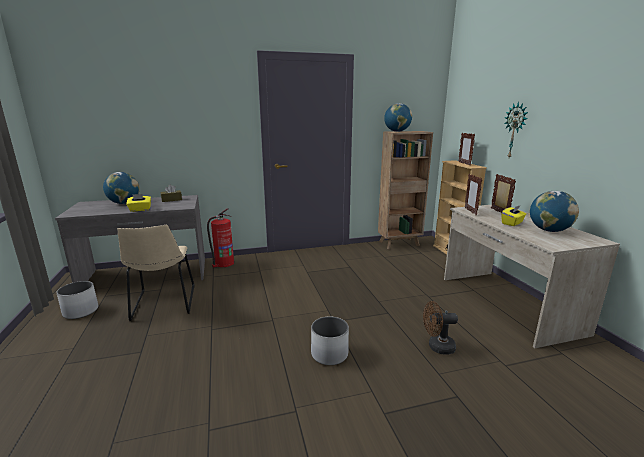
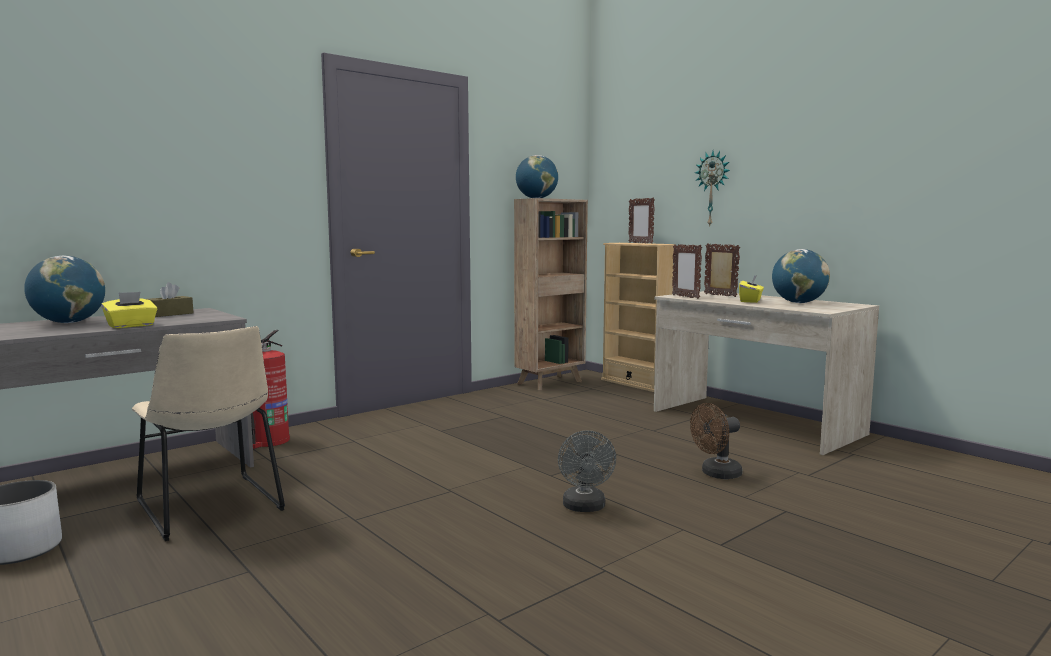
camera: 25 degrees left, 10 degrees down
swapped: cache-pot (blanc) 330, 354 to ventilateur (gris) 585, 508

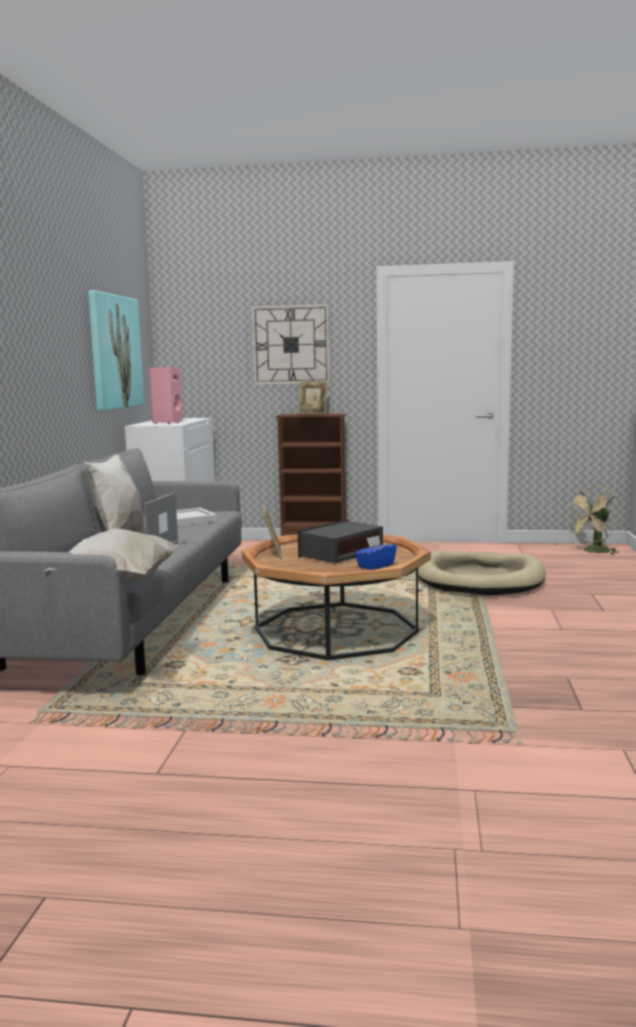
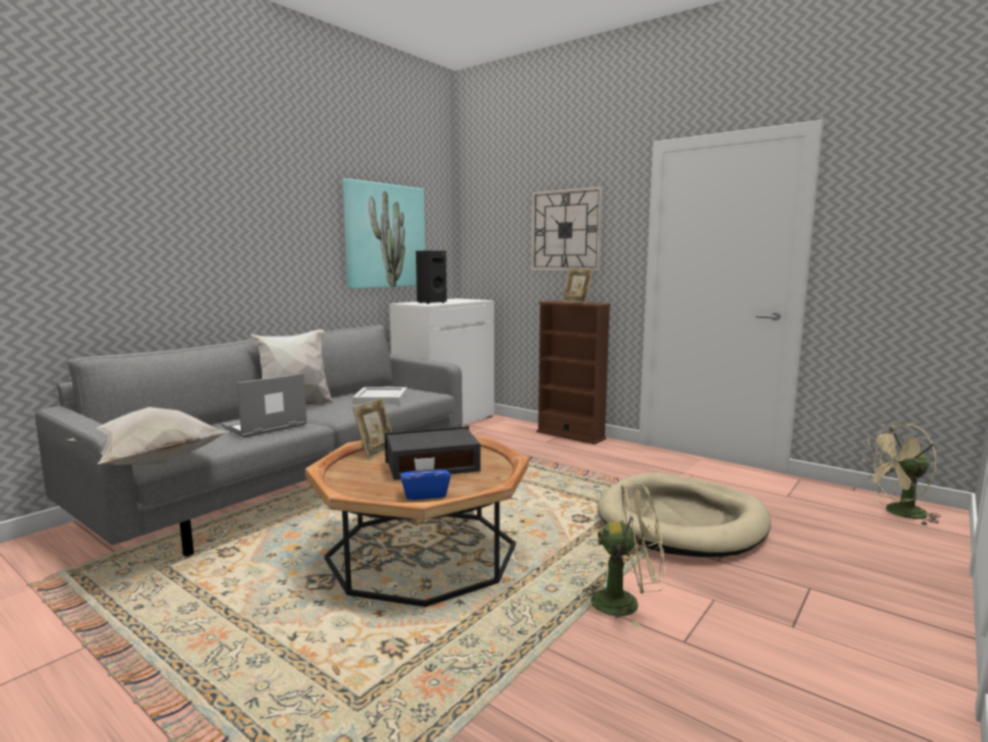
camera: 30 degrees right, 0 degrees up
new: ventilateur (beige) 625, 603
repainted: enceinte (rose) 166, 423 to enceinte (noir) 431, 303

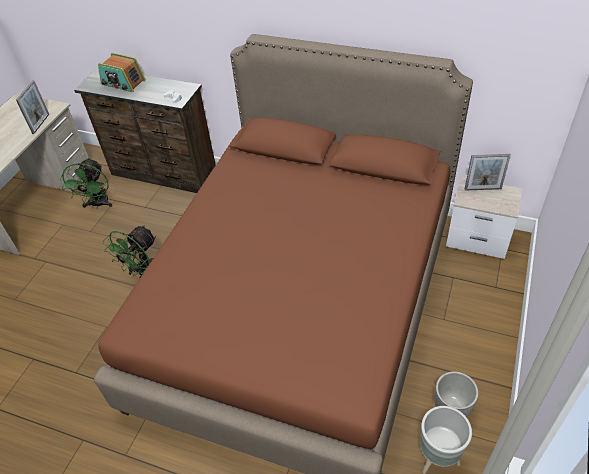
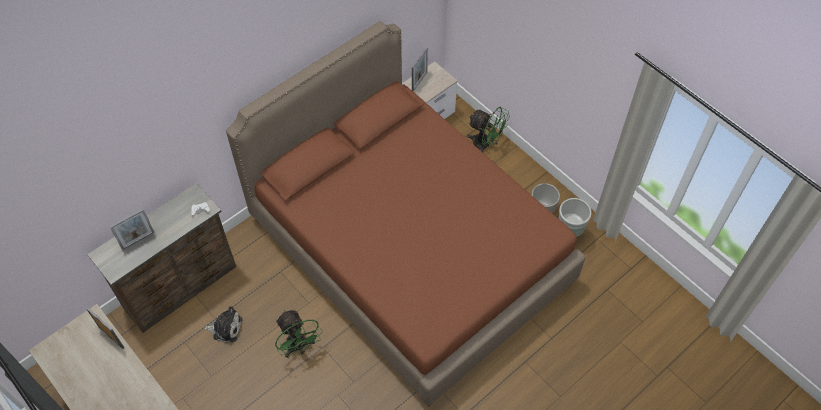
camera: 65 degrees left, 10 degrees up
new: peluche 225, 328
shifted: ventilateur (vert) 98, 204 to 485, 145
swapped: radio 123, 83 to cadre photo 138, 240

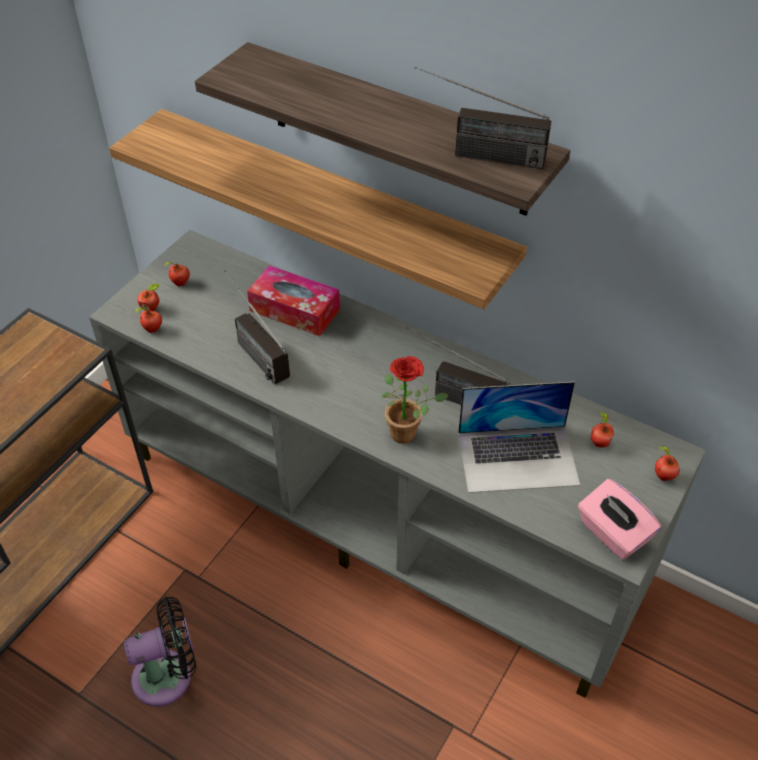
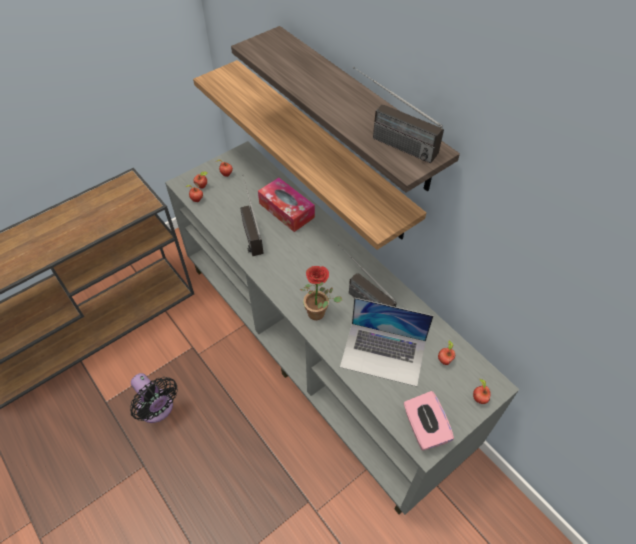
camera: 20 degrees right, 5 degrees up
rotated: ventilateur (noir) 168, 676 = 157, 409 45 degrees clockwise

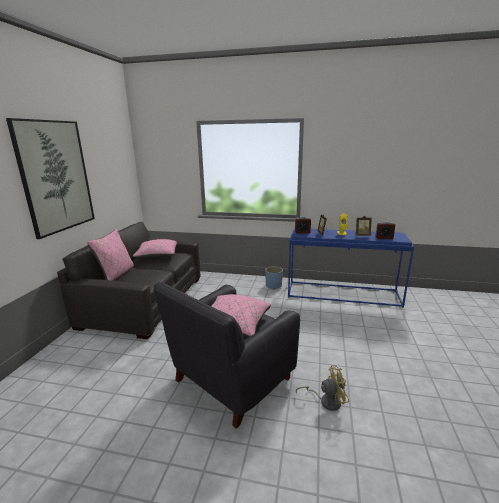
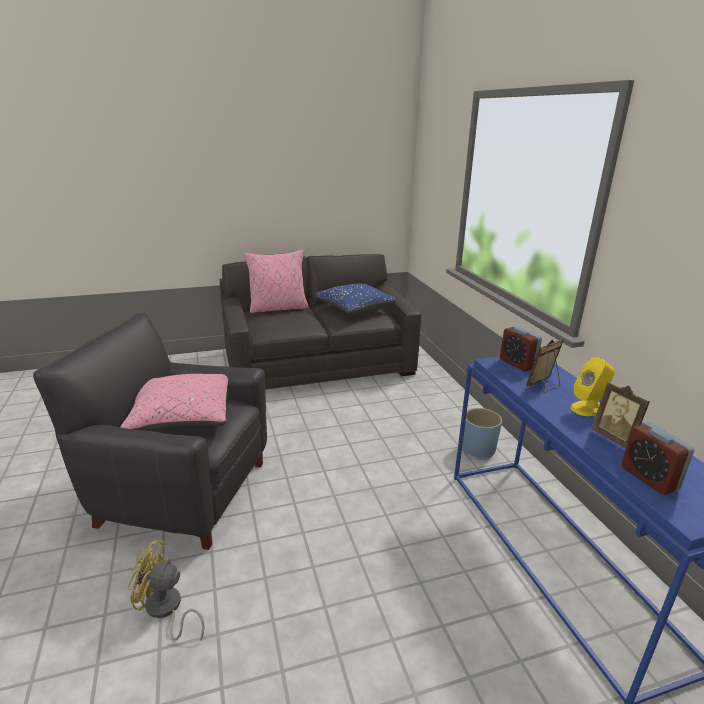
camera: 60 degrees right, 5 degrees up
gone: tableau 56, 177
repainted: coussin (rose) 157, 256 to coussin (bleu) 354, 309
rotated: ventilateur (jaune) 326, 401 = 166, 610 135 degrees clockwise

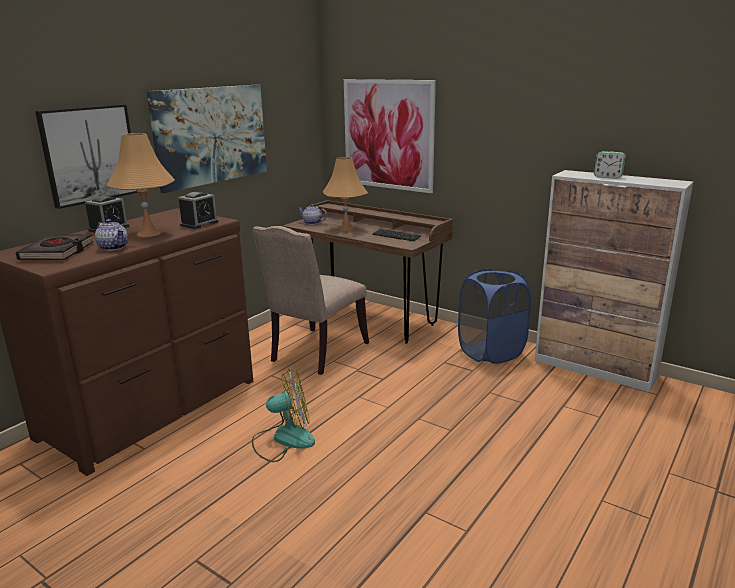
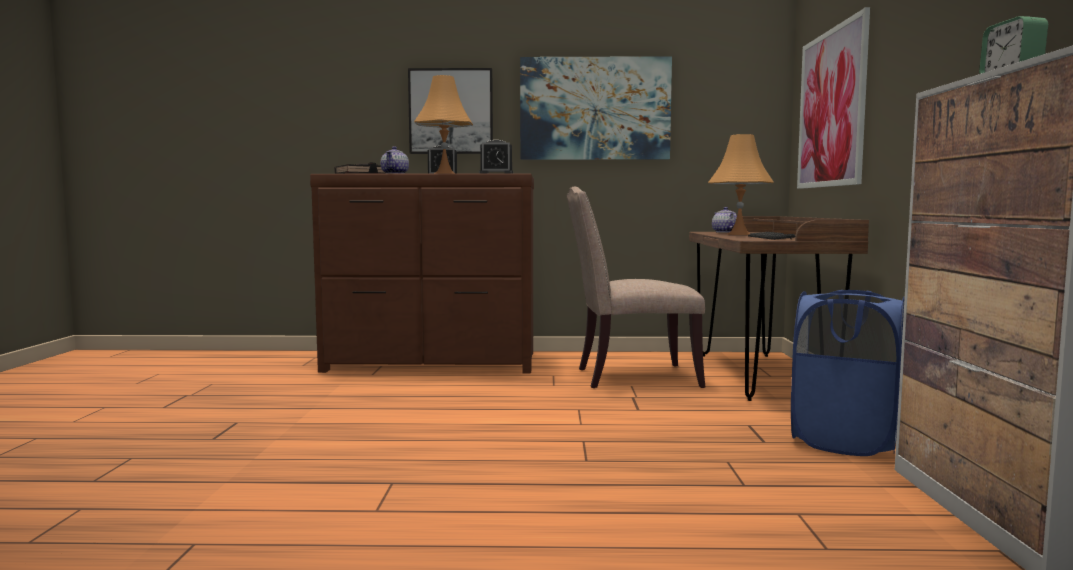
camera: 55 degrees right, 15 degrees down
gone: ventilateur 283, 439

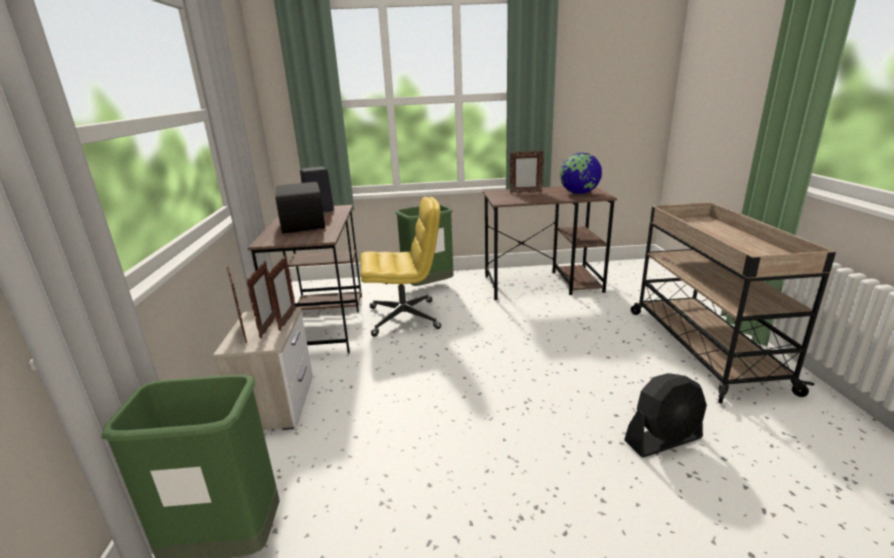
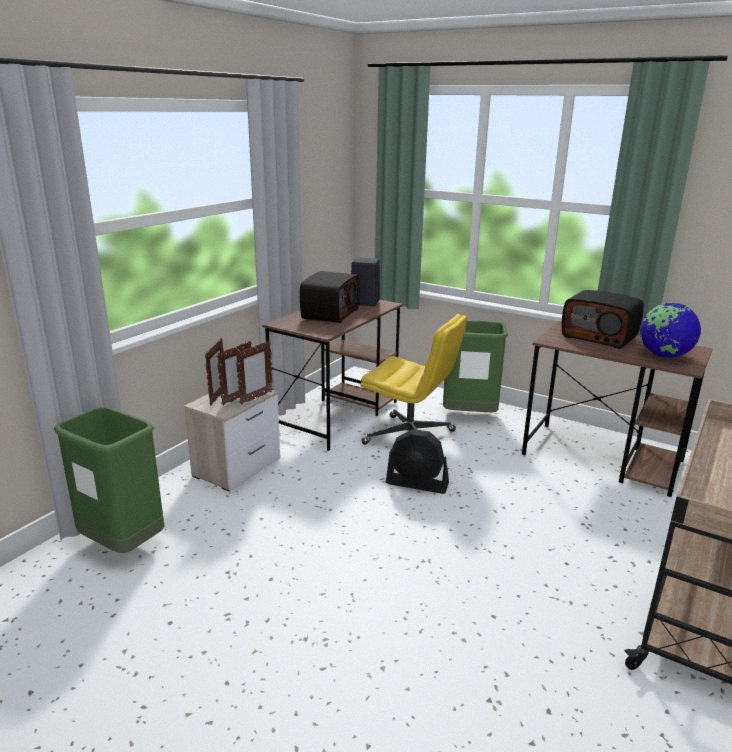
camera: 35 degrees right, 0 degrees up
shifted: ventilateur (noir) 663, 440 to 417, 484
swapped: cadre photo 525, 193 to radio 599, 337

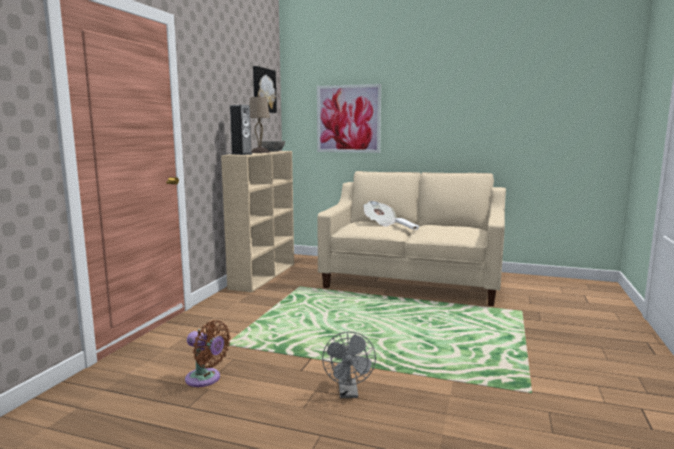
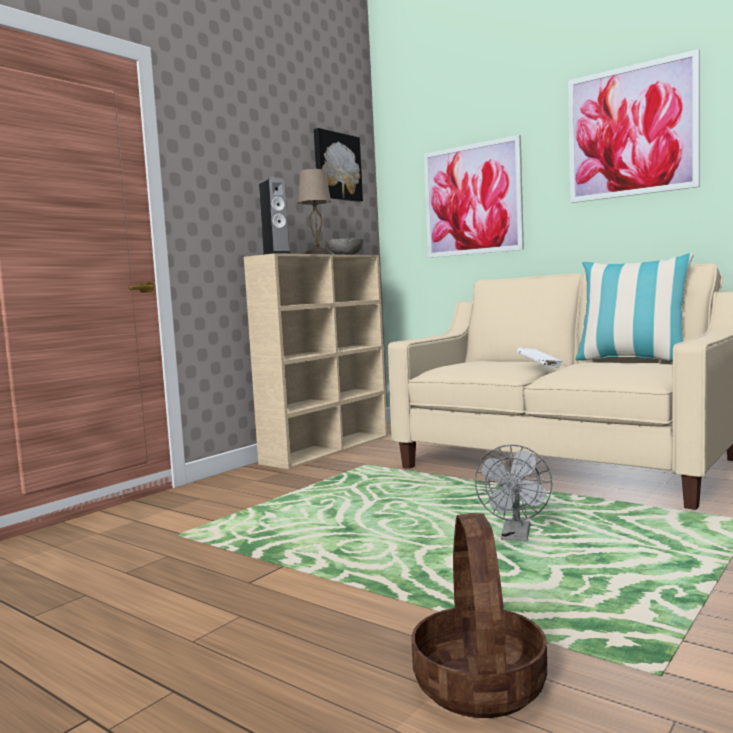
camera: 20 degrees right, 5 degrees down
gone: journal 380, 223; ventilateur (marron) 206, 379
new: tableau 631, 131; coussin 633, 361; panier 481, 685
shifted: ventilateur (gris) 349, 393 to 516, 537

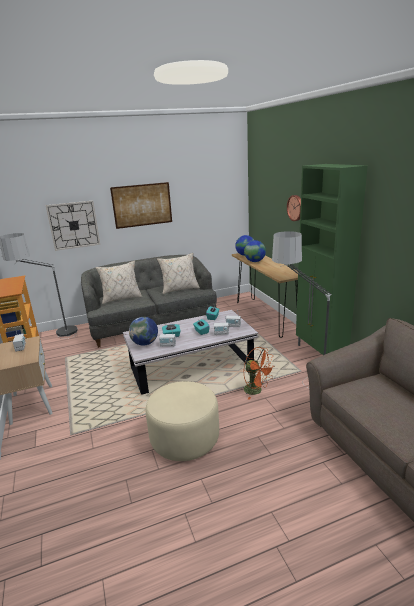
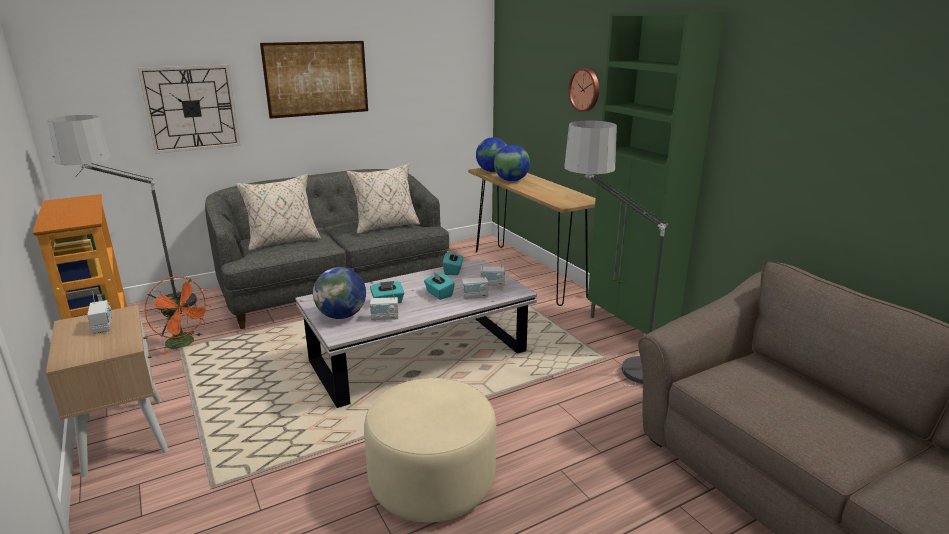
camera: 10 degrees left, 0 degrees up
shifted: ventilateur (orange) 256, 391 to 184, 344

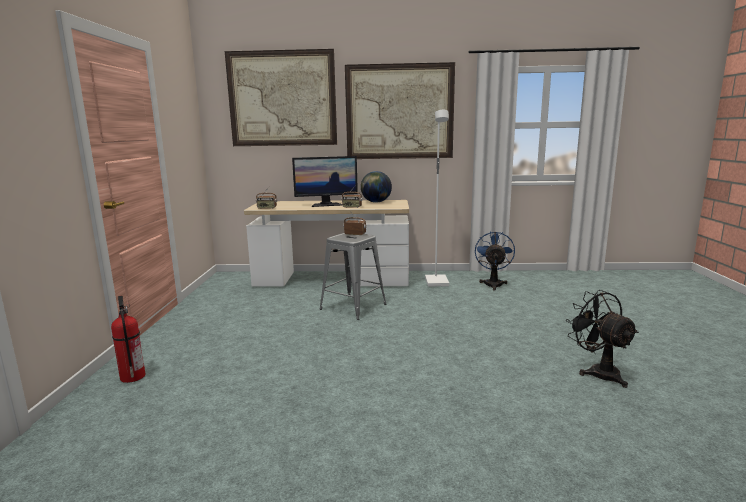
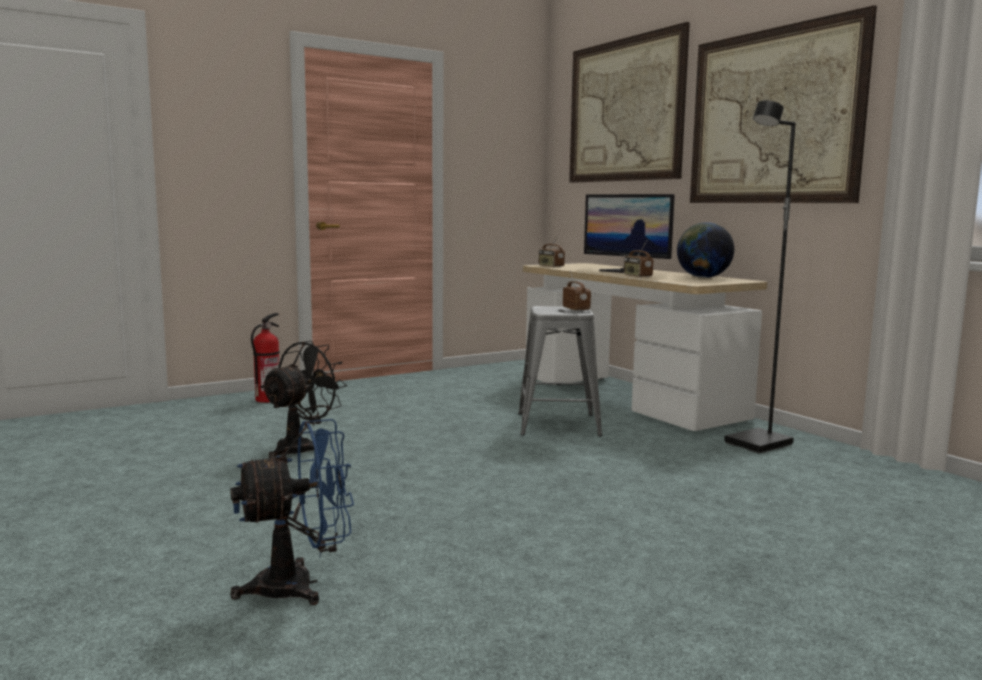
camera: 55 degrees right, 5 degrees down
shifted: ventilateur (bleu) 493, 283 to 300, 585; ventilateur (noir) 598, 372 to 302, 448
repainted: lampadaire (blanc) 437, 282 to lampadaire (noir) 759, 444

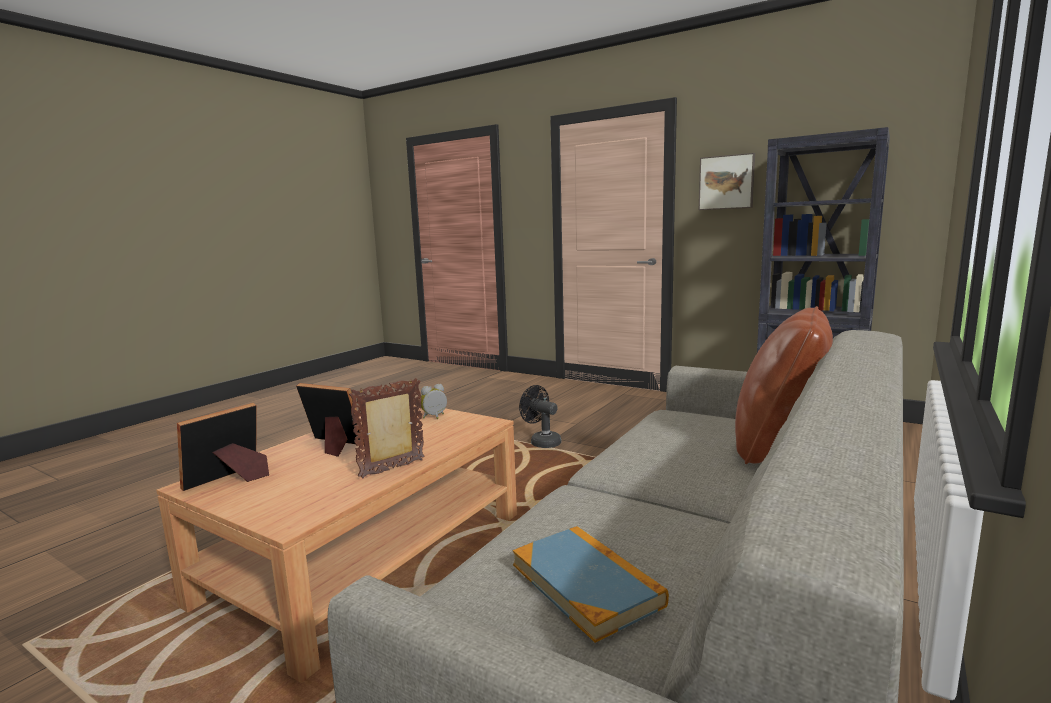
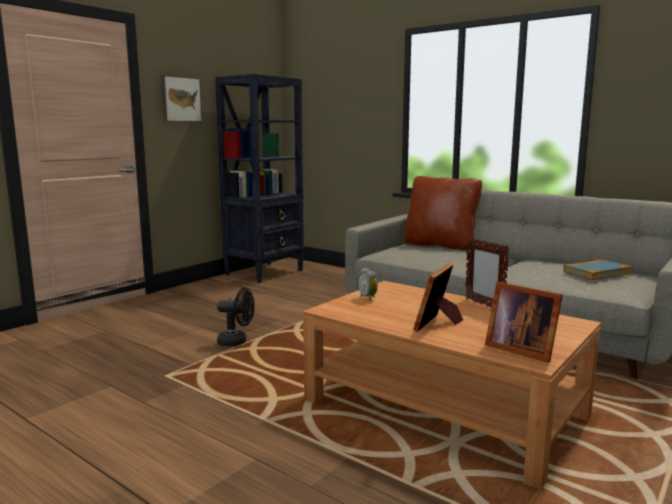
camera: 85 degrees left, 0 degrees up
rotated: ventilateur (noir) 541, 442 = 237, 342 135 degrees counterclockwise

